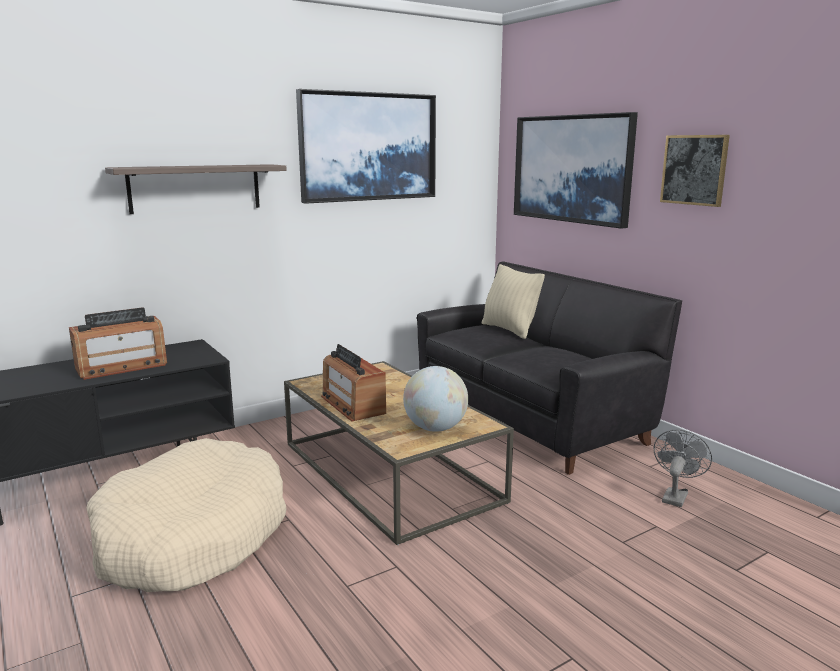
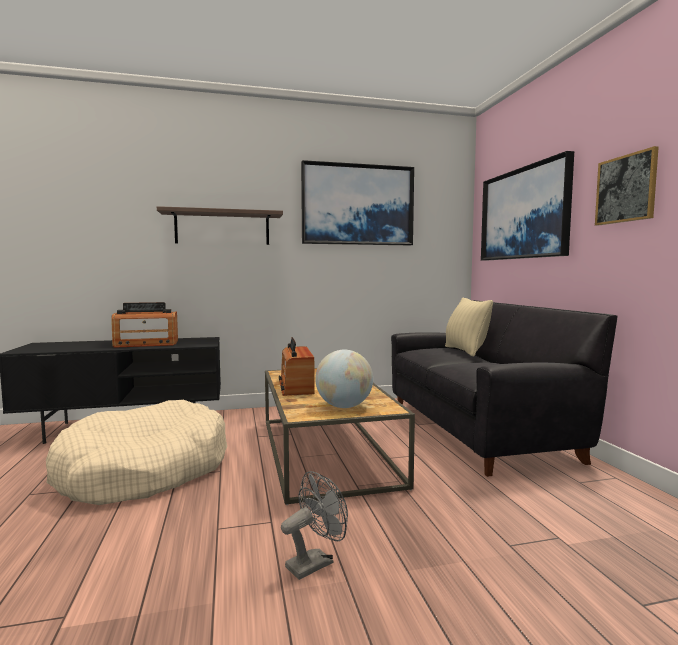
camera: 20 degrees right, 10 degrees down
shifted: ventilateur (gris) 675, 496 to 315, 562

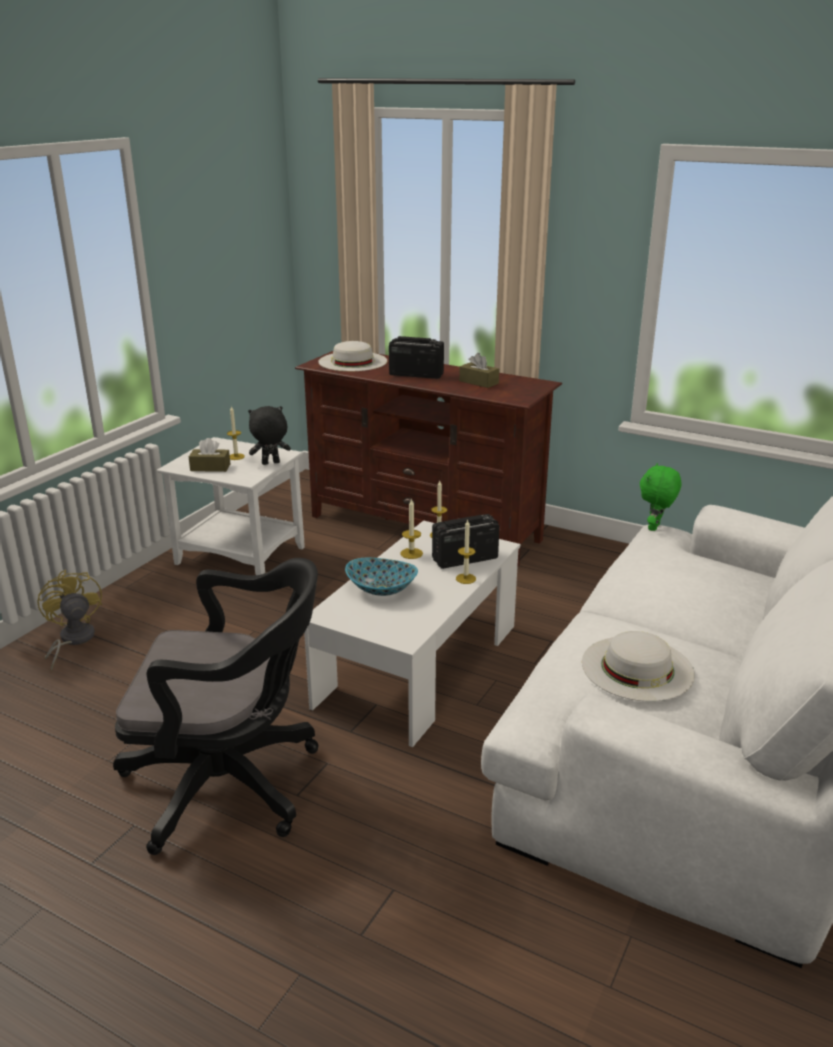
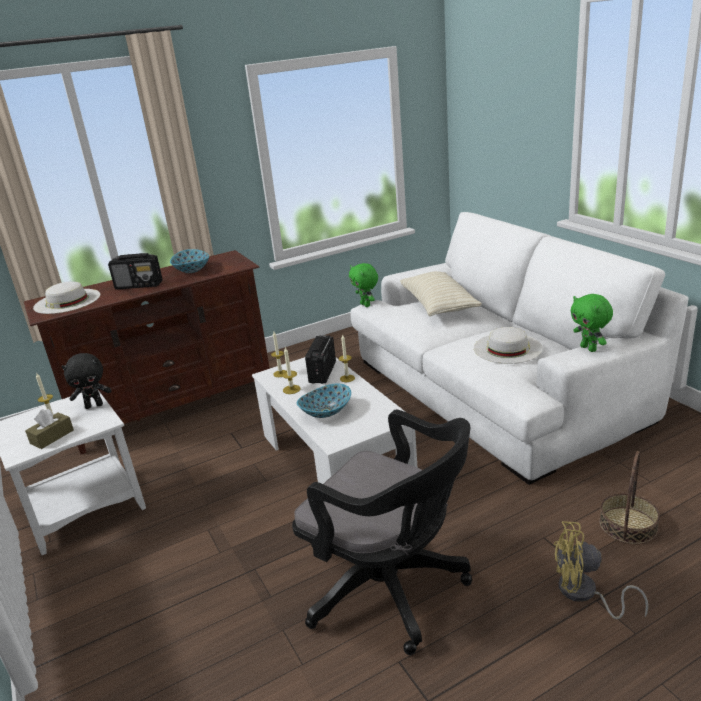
camera: 55 degrees left, 0 degrees up
new: coussin (beige) 438, 306; peluche (vert) 589, 348; panier 627, 525
shifted: ventilateur (jaune) 72, 640 to 584, 594
swapped: boîte à mouchoirs (marron) 478, 382 to bol 192, 270
rotated: radio 415, 374 = 139, 285 135 degrees counterclockwise; peluche (noir) 270, 463 = 94, 405 120 degrees counterclockwise; chaise de bureau (noir) 232, 784 = 391, 589 90 degrees clockwise

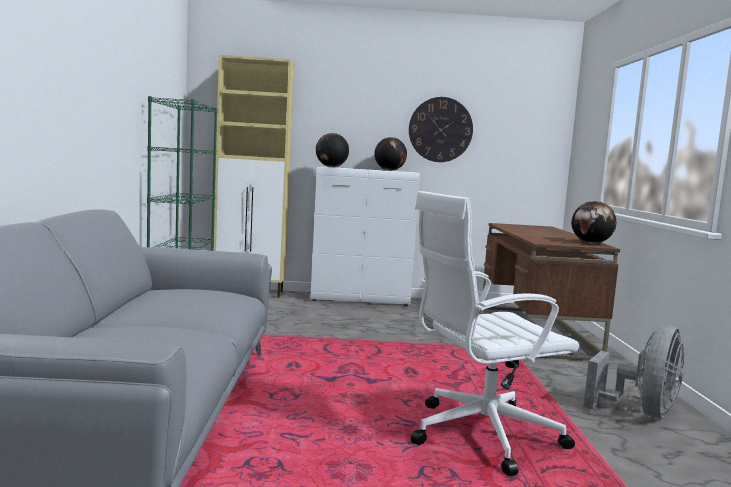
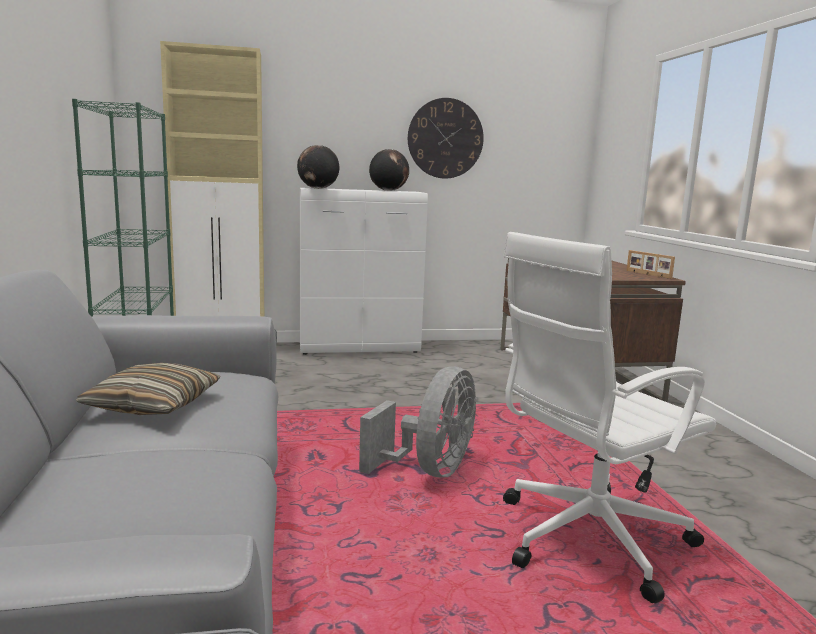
camera: 10 degrees left, 5 degrees up
new: coussin 153, 404
shifted: ventilateur (gris) 641, 412 to 430, 470
swapped: globe 591, 243 to cadre photo 647, 274

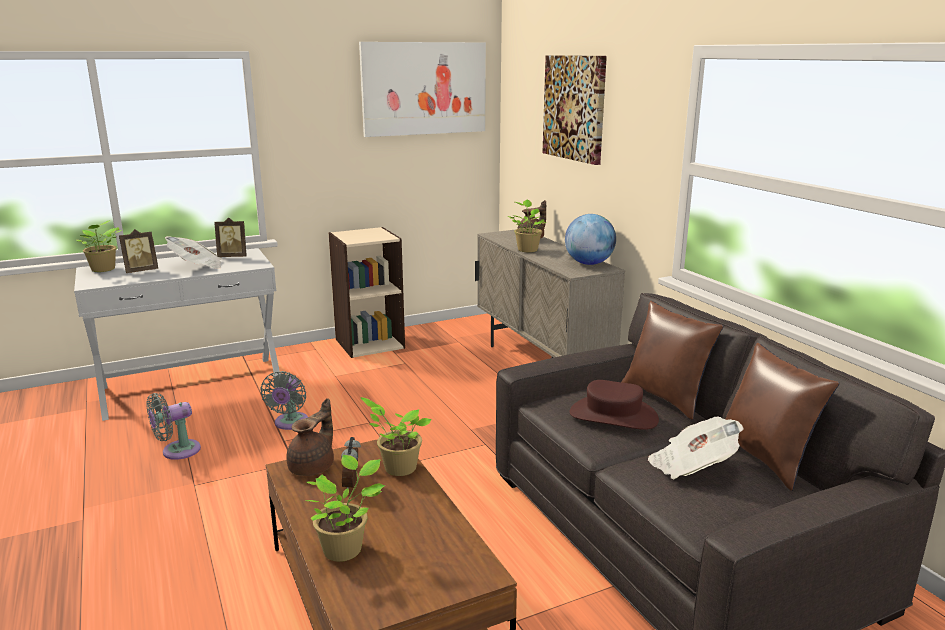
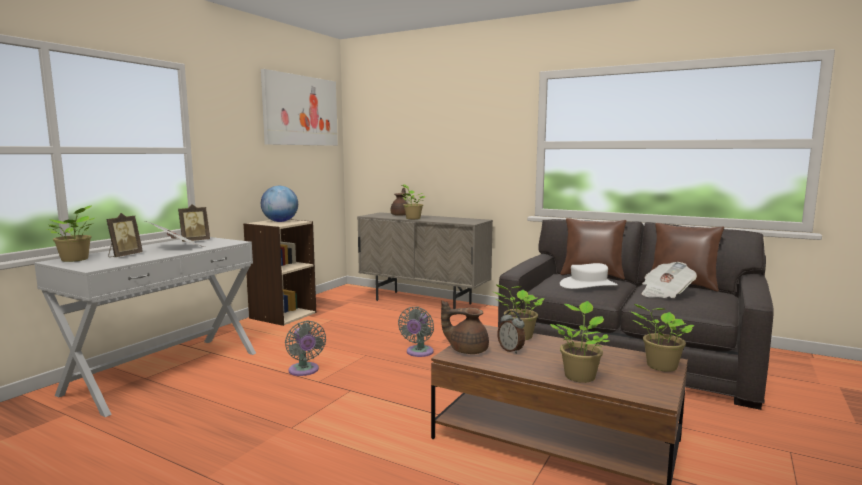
camera: 35 degrees left, 10 degrees down
gone: tableau 575, 108
new: plante en pot 659, 366
shifted: globe 589, 263 to 280, 221; ventilateur (gris) 177, 451 to 418, 353
repainted: chapeau (marron) 613, 416 to chapeau (blanc) 588, 285
rotated: théière (marron) 313, 467 = 467, 350 75 degrees counterclockwise

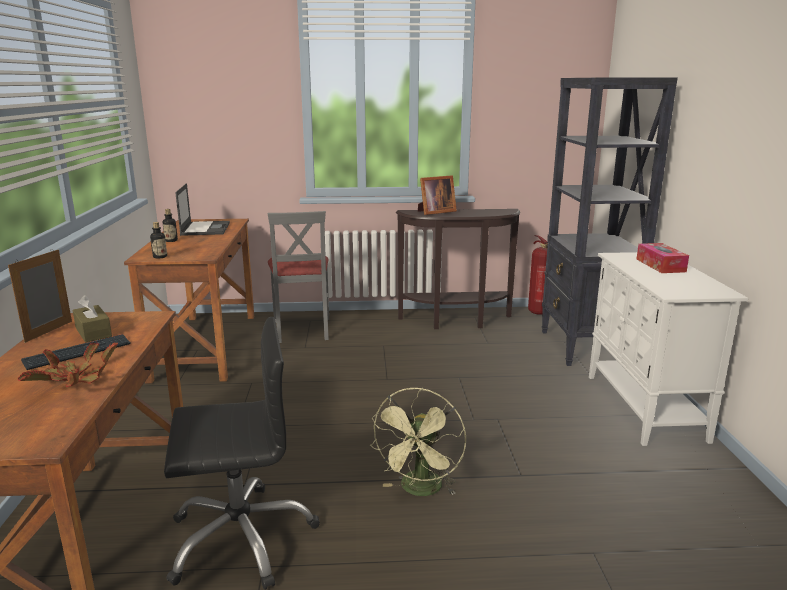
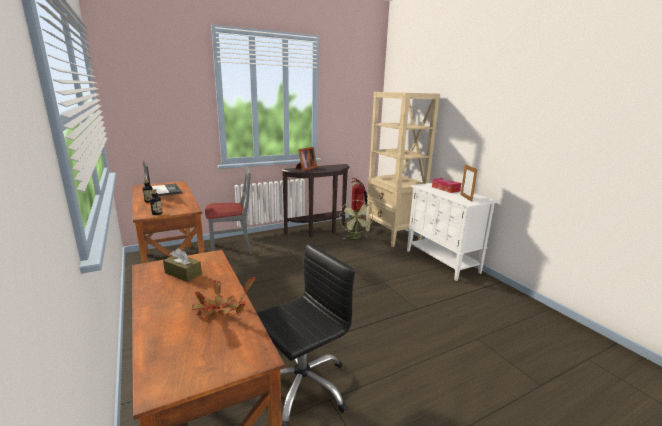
camera: 25 degrees left, 0 degrees up
gone: clavier 78, 353
shifted: cadre photo 49, 331 to 466, 198; ventilateur (vert) 420, 490 to 355, 238
repainted: bibliothèque (noir) 585, 347 to bibliothèque (beige) 393, 235
rotated: chaise (gris) 302, 329 = 231, 249 75 degrees counterclockwise

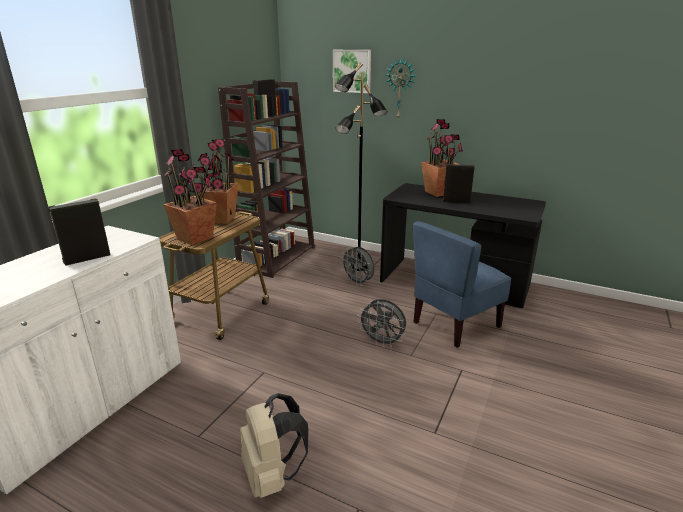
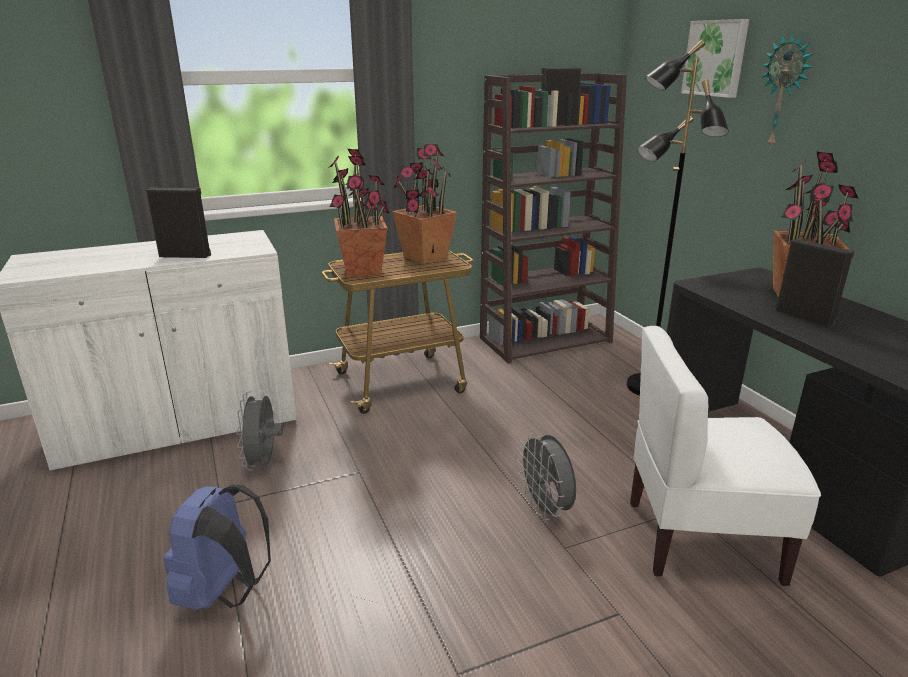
camera: 40 degrees right, 0 degrees up
shifted: ventilateur (gris) 358, 283 to 264, 462
repainted: chaise (bleu) 455, 324 to chaise (blanc) 700, 539; sac à dos (beige) 272, 476 to sac à dos (bleu) 224, 592

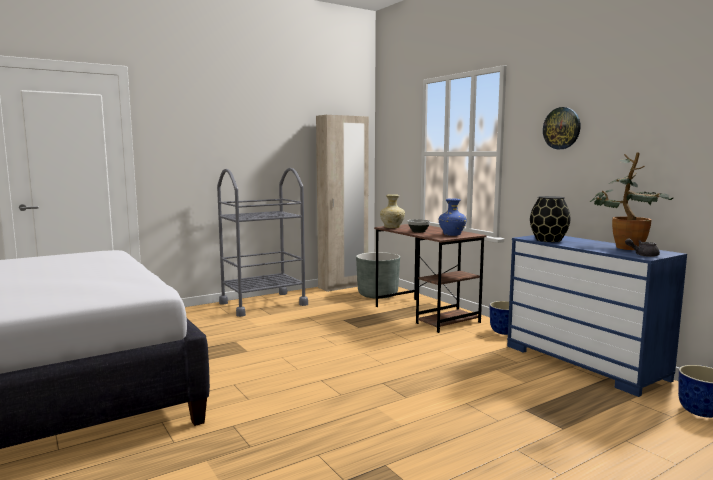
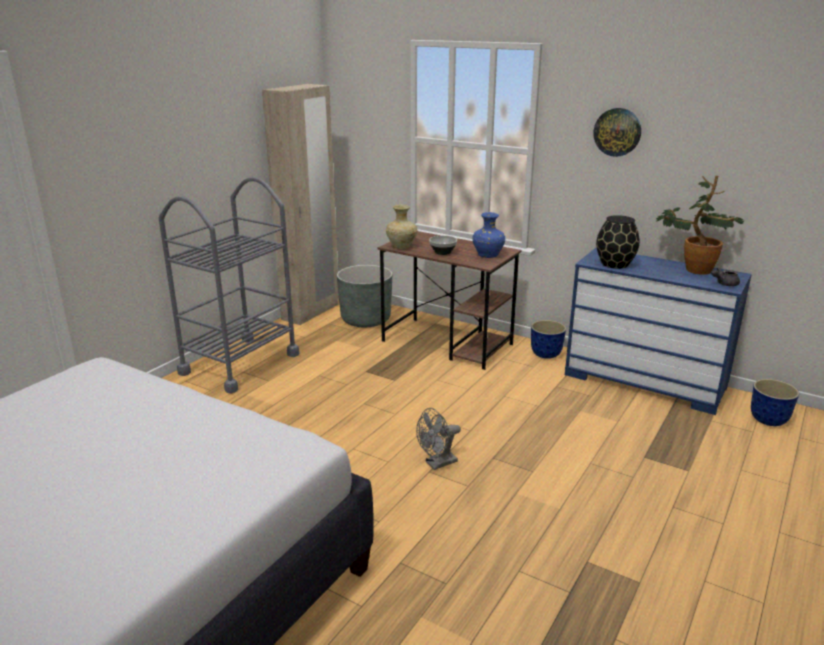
camera: 25 degrees left, 15 degrees up
new: ventilateur (gris) 437, 464

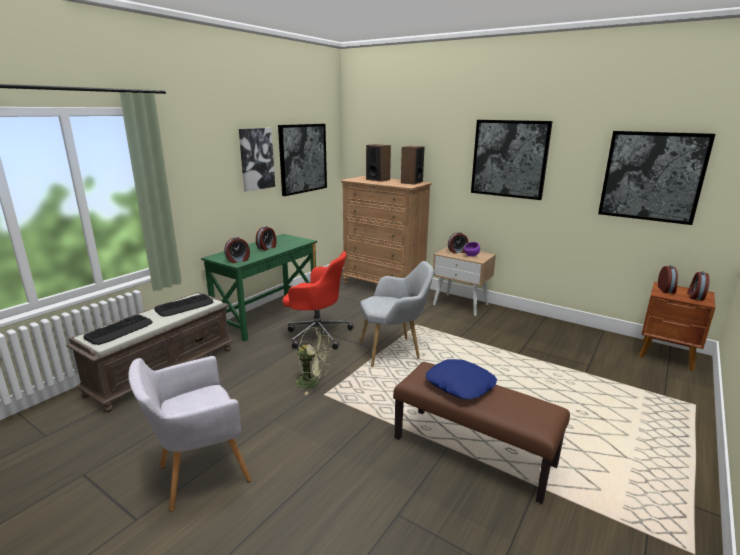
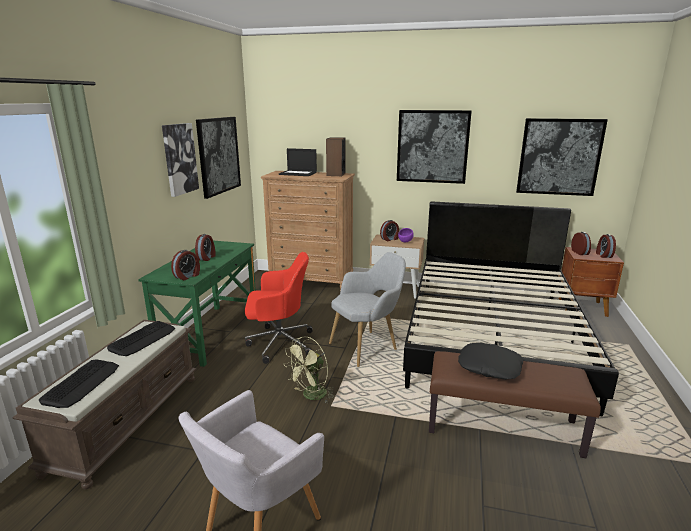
camera: 20 degrees left, 0 degrees up
new: lit (noir) 492, 335
swapped: enceinte 378, 179 to ordinateur portable 298, 173
repainted: coussin (bleu) 460, 384 to coussin (noir) 489, 366
rotated: ventilateur (vert) 313, 383 = 311, 396 135 degrees clockwise

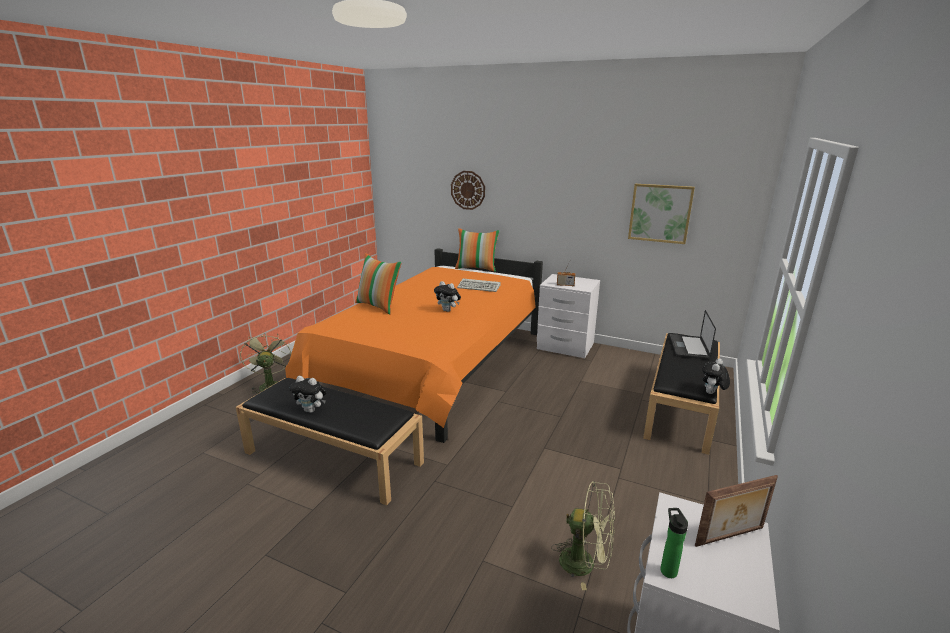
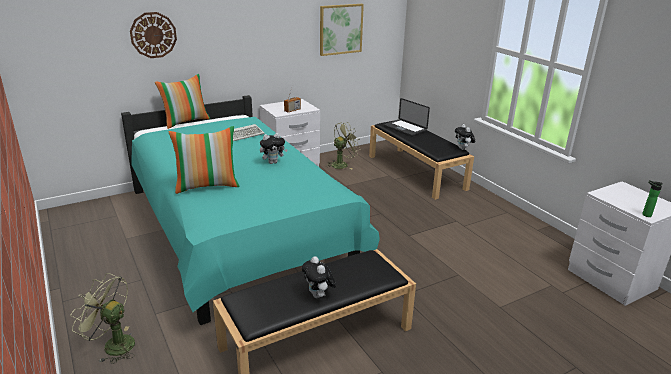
camera: 55 degrees left, 5 degrees up
gone: cadre photo 730, 537
shifted: ventilateur (vert) 585, 563 to 342, 164
repainted: lit (orange) 435, 367 to lit (turquoise) 236, 232
rotated: peluche 311, 410 = 318, 296 105 degrees clockwise

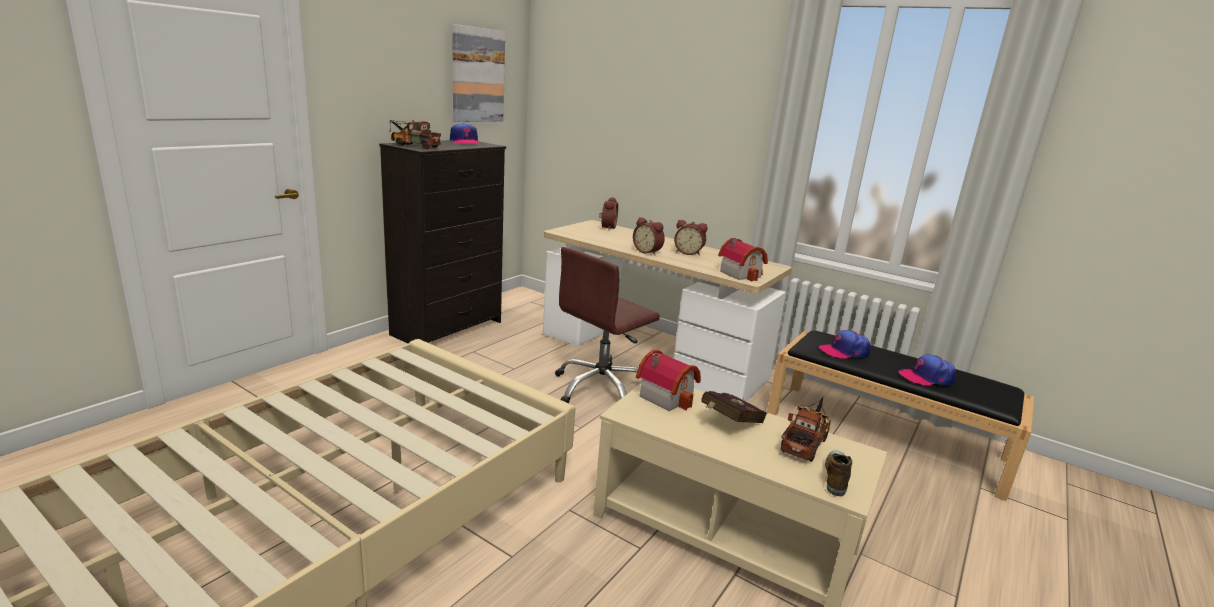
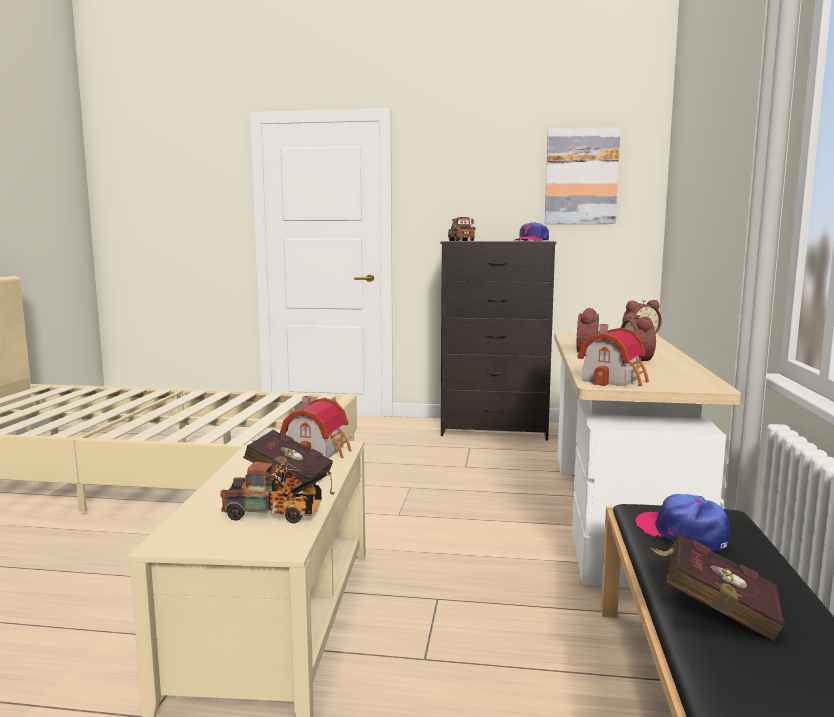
camera: 65 degrees right, 10 degrees down
gone: chaise de bureau (marron) 601, 388; chaussure 836, 477
swapped: casquette 926, 378 to livre (rouge) 713, 610

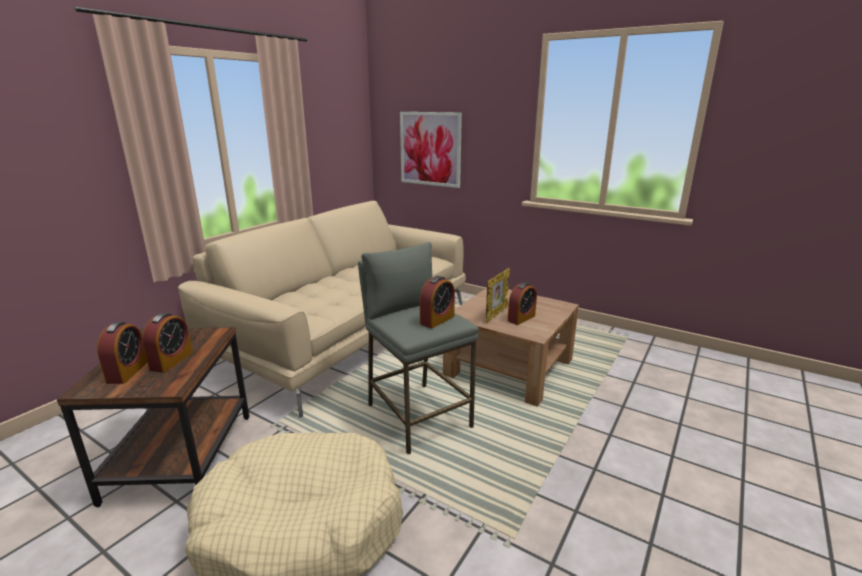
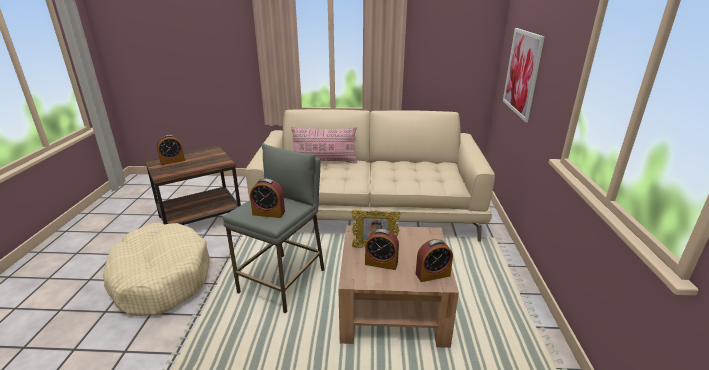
camera: 60 degrees right, 5 degrees up
new: coussin (rose) 324, 161
shifted: réveil 171, 361 to 432, 274

